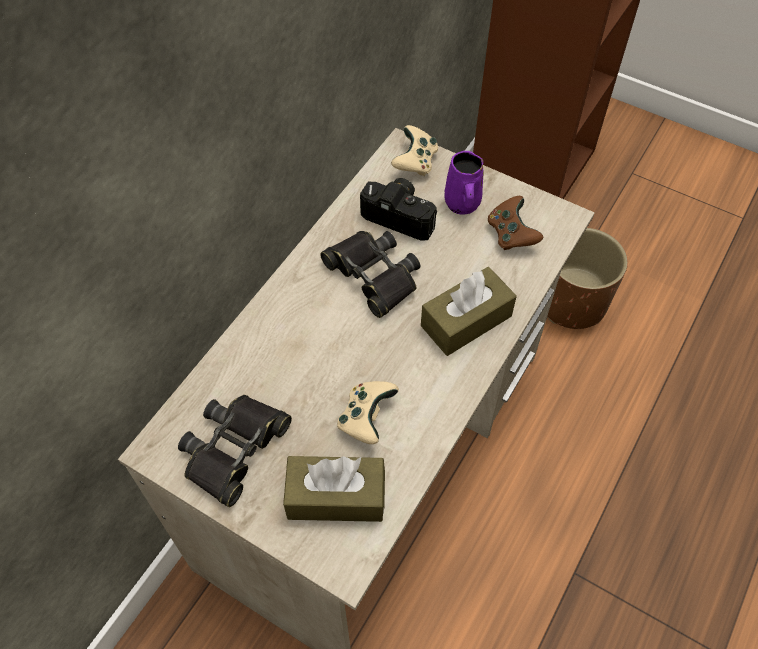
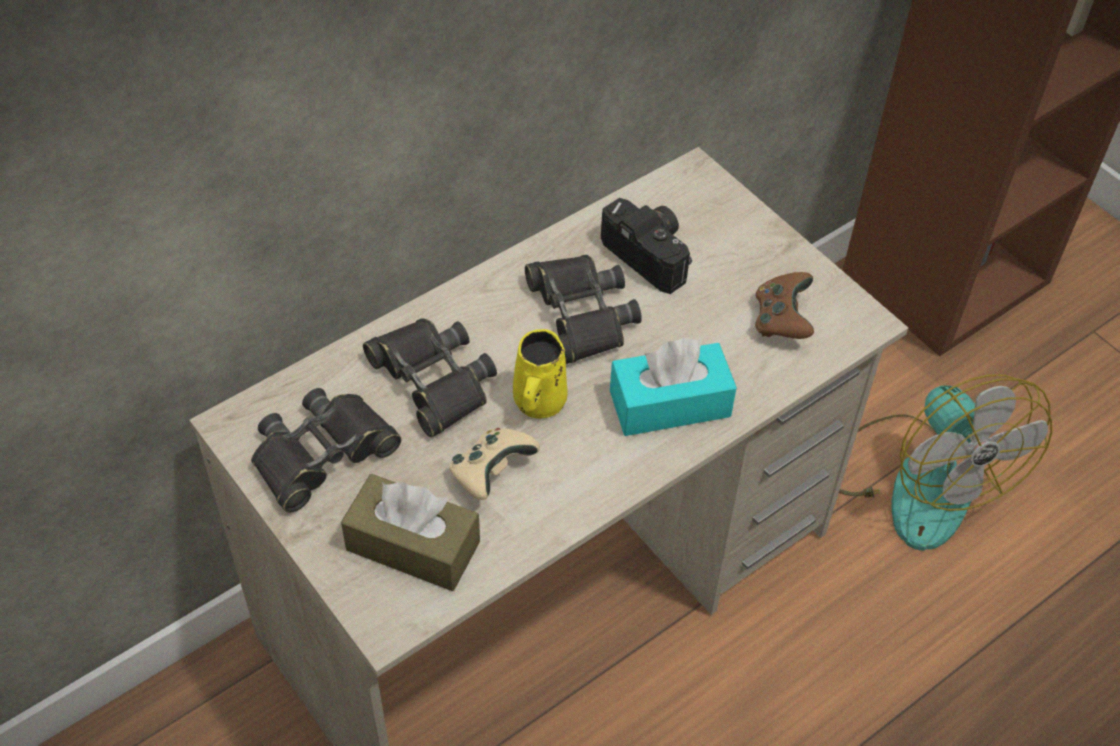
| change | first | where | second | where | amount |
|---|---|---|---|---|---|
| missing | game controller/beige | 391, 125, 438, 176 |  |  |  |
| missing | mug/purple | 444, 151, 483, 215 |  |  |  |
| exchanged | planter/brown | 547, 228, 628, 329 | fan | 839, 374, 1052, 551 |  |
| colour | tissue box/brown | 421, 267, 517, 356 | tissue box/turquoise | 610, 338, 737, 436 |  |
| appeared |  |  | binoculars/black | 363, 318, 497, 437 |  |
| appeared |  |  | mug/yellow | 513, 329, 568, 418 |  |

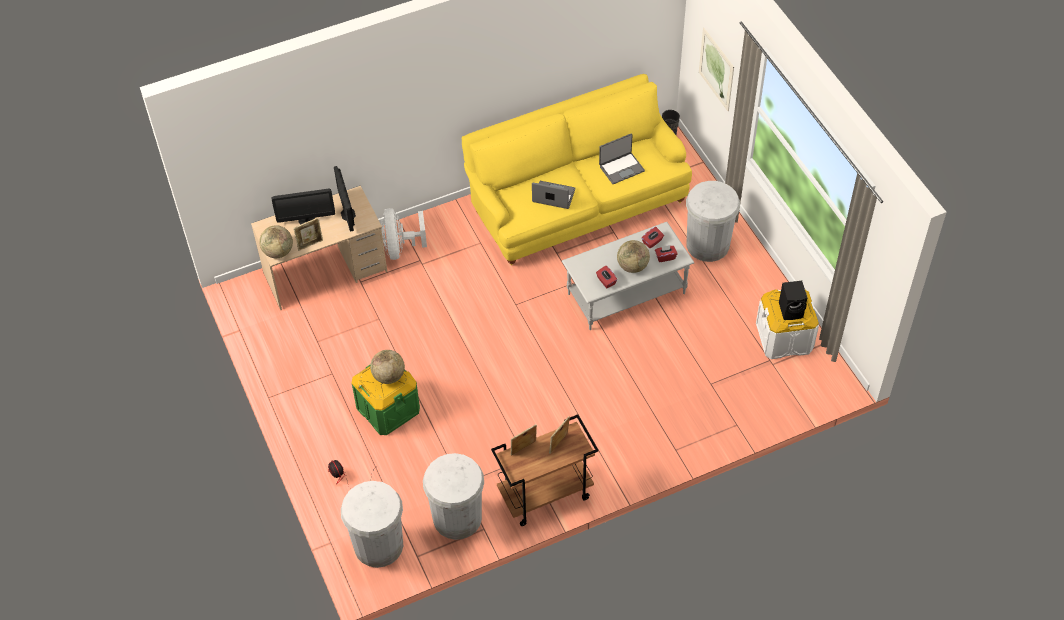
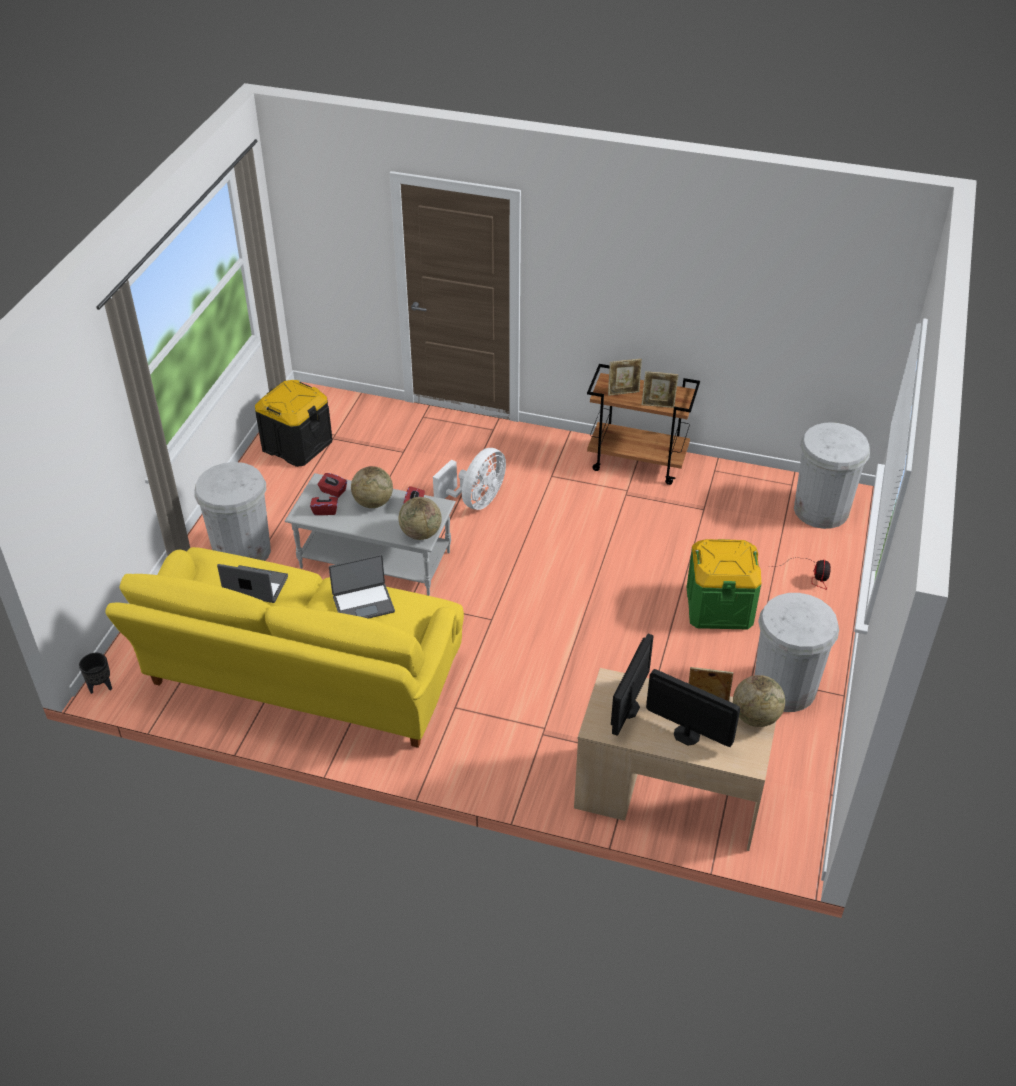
| change | first | where | second | where | amount |
|---|---|---|---|---|---|
| missing | picture | 699, 28, 734, 111 |  |  |  |
| spun | laptop | 532, 181, 575, 209 |  | 329, 554, 395, 619 | 75 degrees counterclockwise |
| relocated | fan/white | 381, 208, 427, 260 |  | 433, 448, 506, 510 |  |
| missing | speaker/black | 779, 281, 807, 320 |  |  |  |
| colour | storage box/white | 756, 289, 819, 359 | storage box/black | 255, 380, 333, 467 |  |
| relocated | globe | 370, 350, 405, 384 |  | 399, 497, 442, 540 |  |
| relocated | trash can/white | 423, 453, 484, 540 |  | 754, 593, 839, 712 |  |

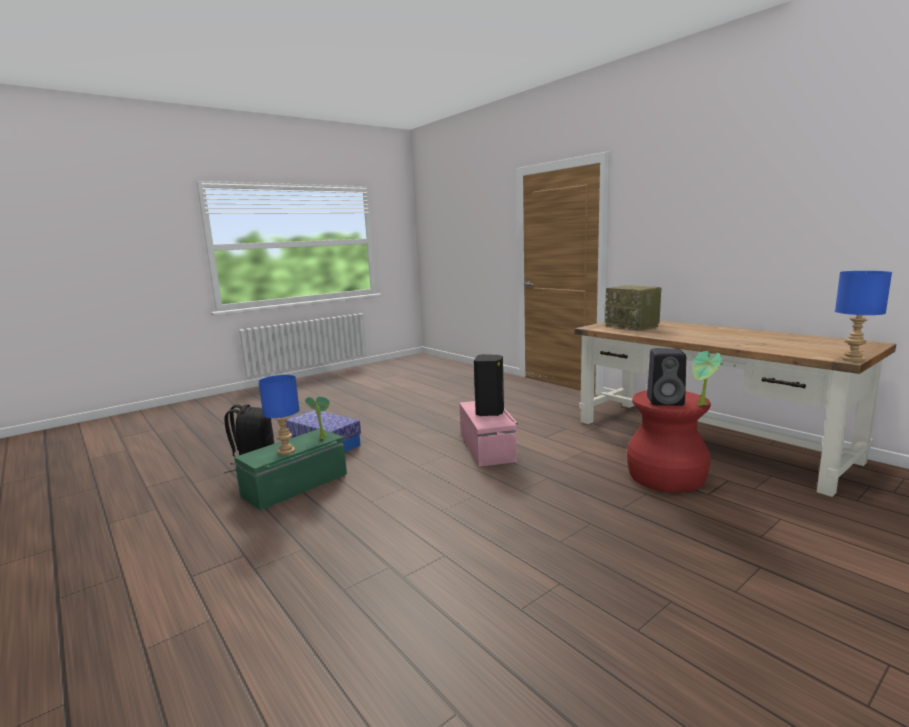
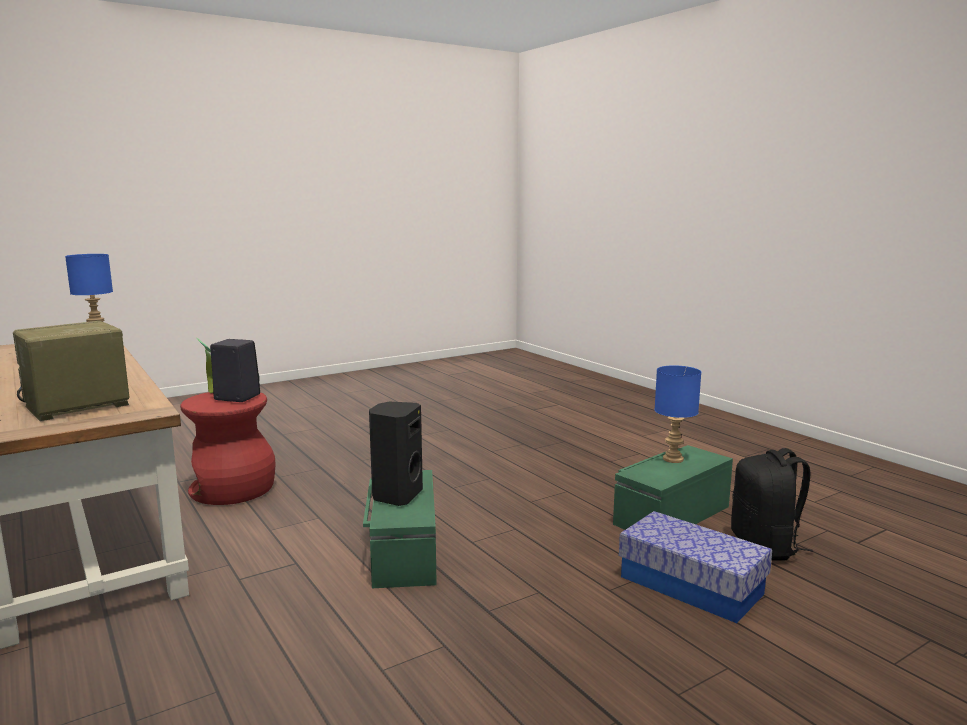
| change | first | where | second | where | amount |
|---|---|---|---|---|---|
| spun | radio | 605, 285, 662, 331 |  | 13, 321, 129, 421 | 105 degrees counterclockwise |
| missing | potted plant | 305, 396, 330, 439 |  |  |  |
| colour | storage box/pink | 459, 401, 518, 467 | storage box/green | 363, 470, 437, 588 |  |

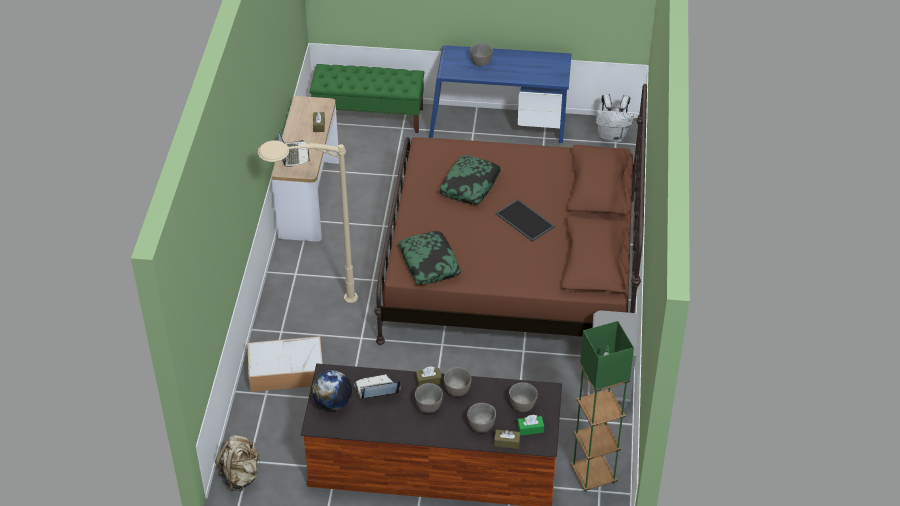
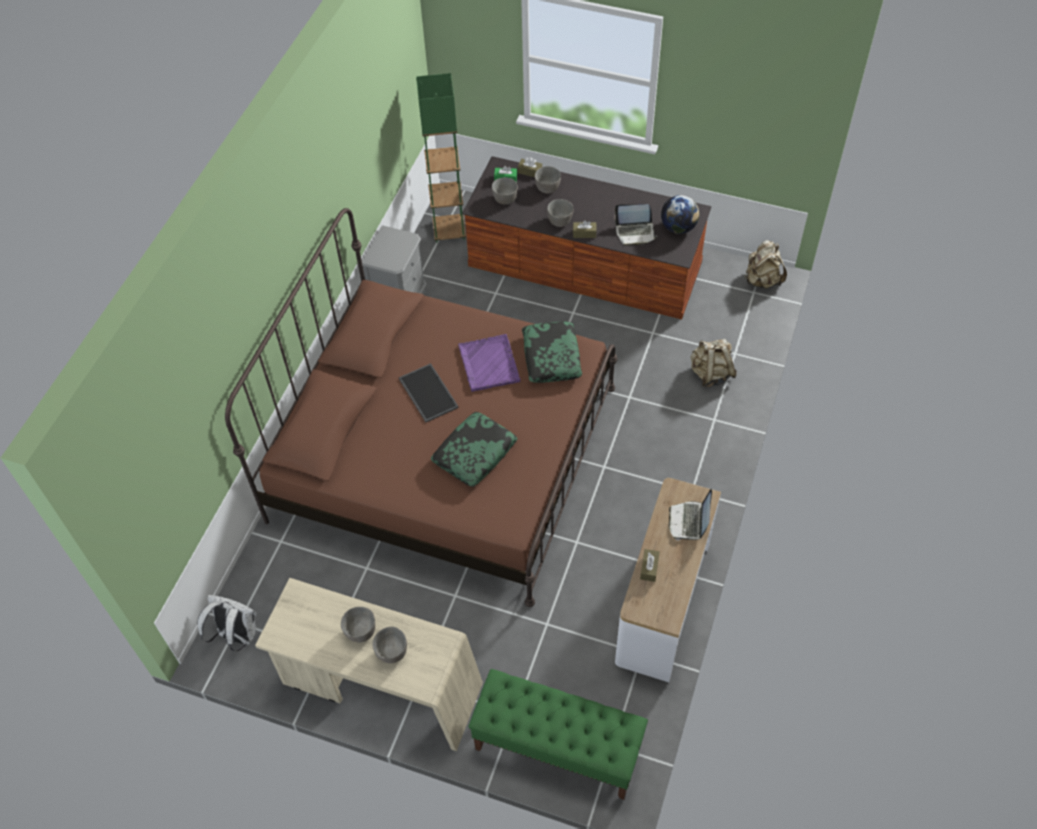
| change | first | where | second | where | amount |
|---|---|---|---|---|---|
| colour | desk/blue | 429, 45, 571, 143 | desk/beige | 255, 578, 483, 751 |  |
| missing | floor lamp/beige | 258, 140, 358, 303 |  |  |  |
| exchanged | storage box | 247, 336, 323, 392 | backpack/beige | 691, 339, 737, 387 |  |
| relocated | bowl/grey | 415, 383, 443, 413 |  | 341, 607, 375, 643 |  |
| appeared |  |  | tray/purple | 458, 334, 520, 392 |  |

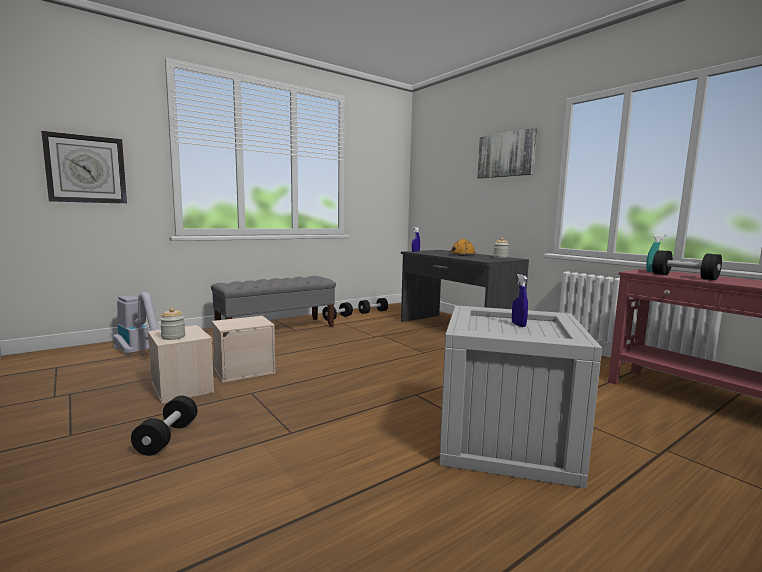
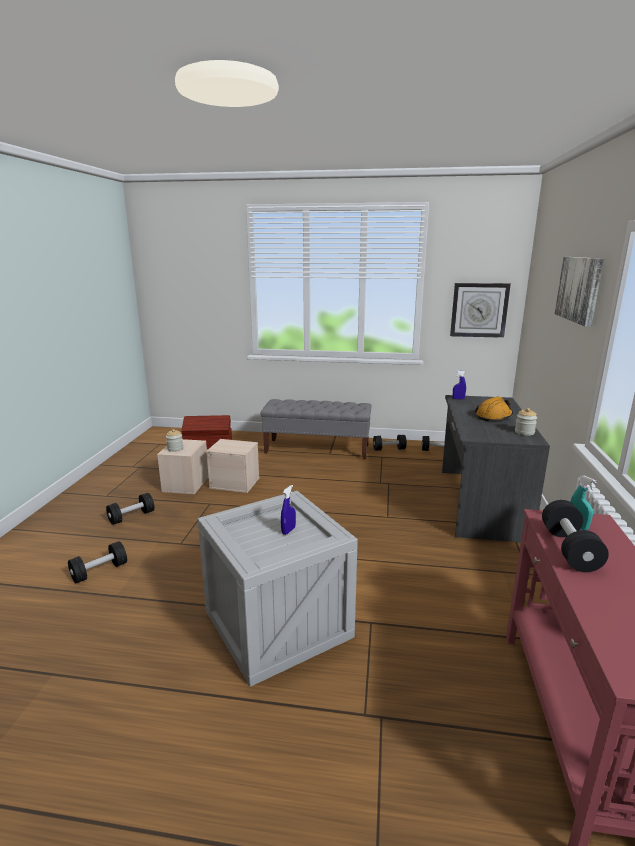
| change | first | where | second | where | amount |
|---|---|---|---|---|---|
| relocated | wall clock | 41, 131, 127, 204 |  | 450, 283, 511, 338 |  |
| exchanged | vacuum cleaner | 113, 292, 160, 355 | storage box/brown | 181, 415, 232, 449 |  |
| appeared |  |  | dumbbell/black | 68, 541, 127, 583 |  |

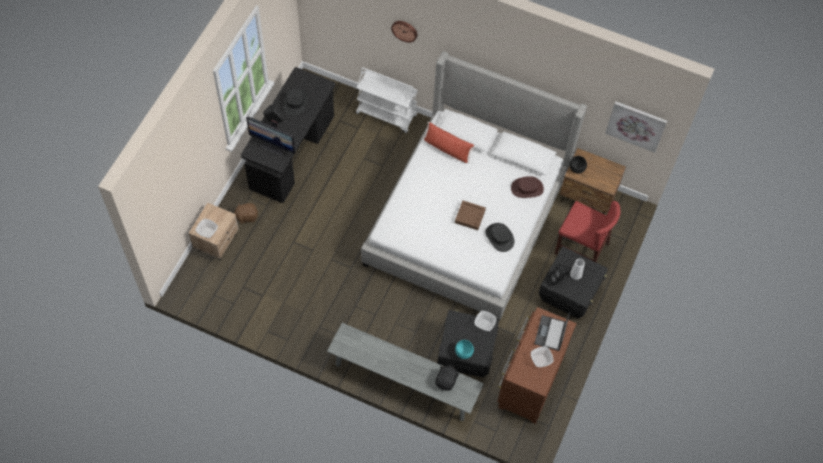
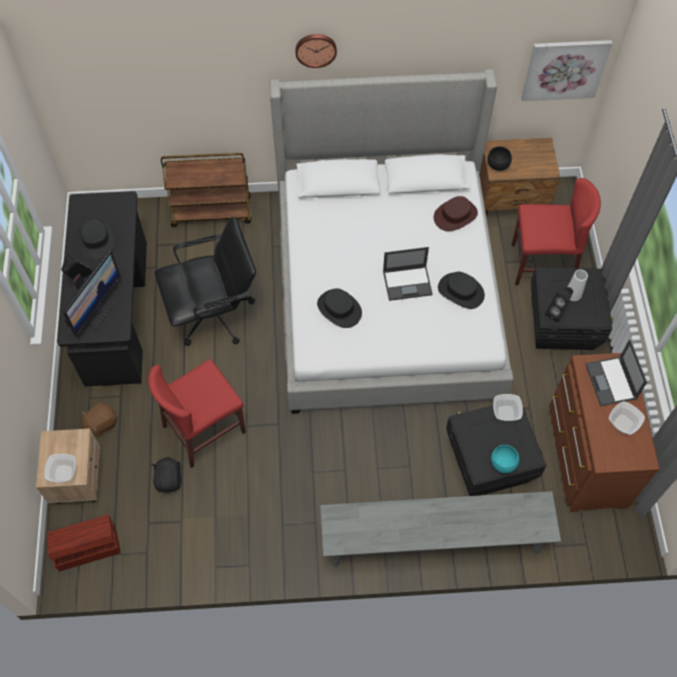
| change | first | where | second | where | amount |
|---|---|---|---|---|---|
| relocated | wall clock | 391, 21, 417, 43 |  | 295, 34, 337, 68 |  |
| colour | cart/white | 355, 68, 418, 133 | cart/brown | 161, 153, 251, 227 |  |
| spun | monitor | 246, 116, 295, 156 |  | 62, 251, 121, 337 | 60 degrees counterclockwise |
| missing | pillow/red | 423, 122, 475, 163 |  |  |  |
| exchanged | tray/brown | 455, 201, 486, 230 | laptop | 383, 247, 433, 301 |  |
| relocated | plush toy/black | 435, 365, 460, 391 |  | 151, 457, 181, 493 |  |
| appeared |  |  | office chair/black | 155, 217, 256, 346 |  |
| appeared |  |  | hat/black | 317, 288, 362, 328 |  |
| appeared |  |  | chair/red | 148, 359, 246, 468 |  |
| appeared |  |  | storage box/brown | 47, 514, 121, 571 |  |

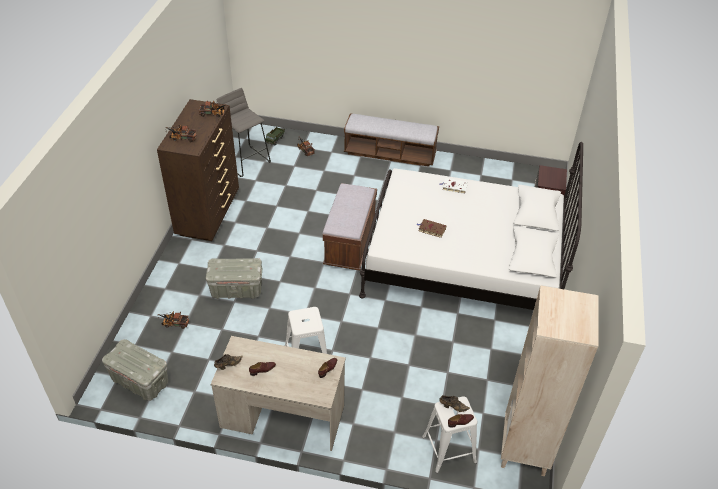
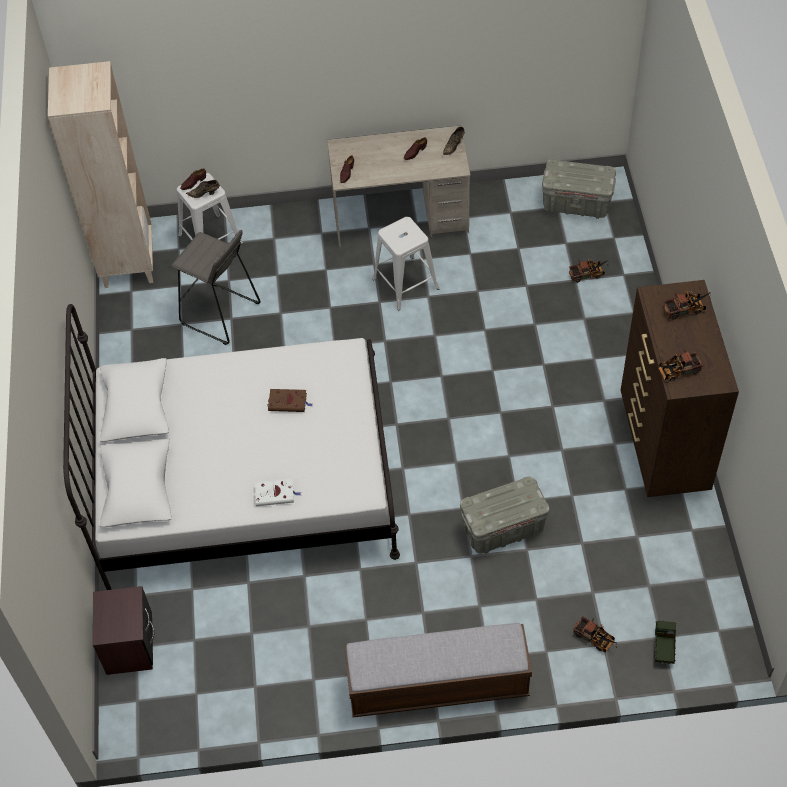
| change | first | where | second | where | amount |
|---|---|---|---|---|---|
| relocated | stool/grey | 217, 88, 271, 177 |  | 172, 230, 261, 345 |  |
| missing | bench/brown | 322, 183, 377, 270 |  |  |  |
| relocated | storage box/grey | 206, 258, 262, 299 |  | 460, 477, 549, 554 |  |

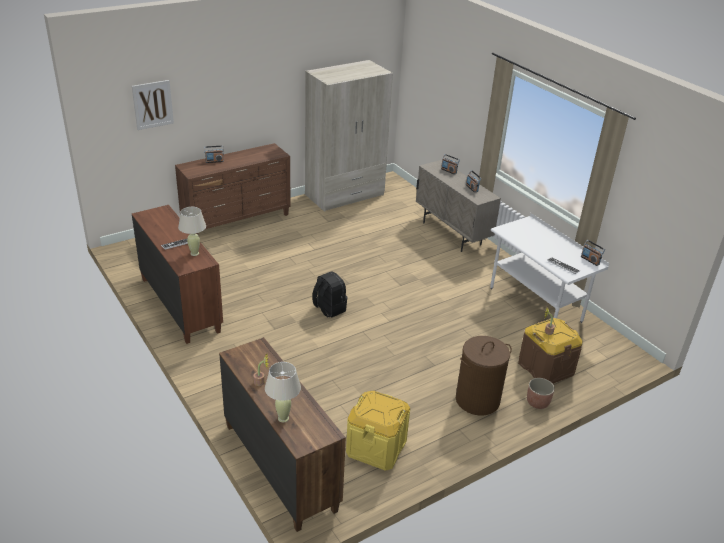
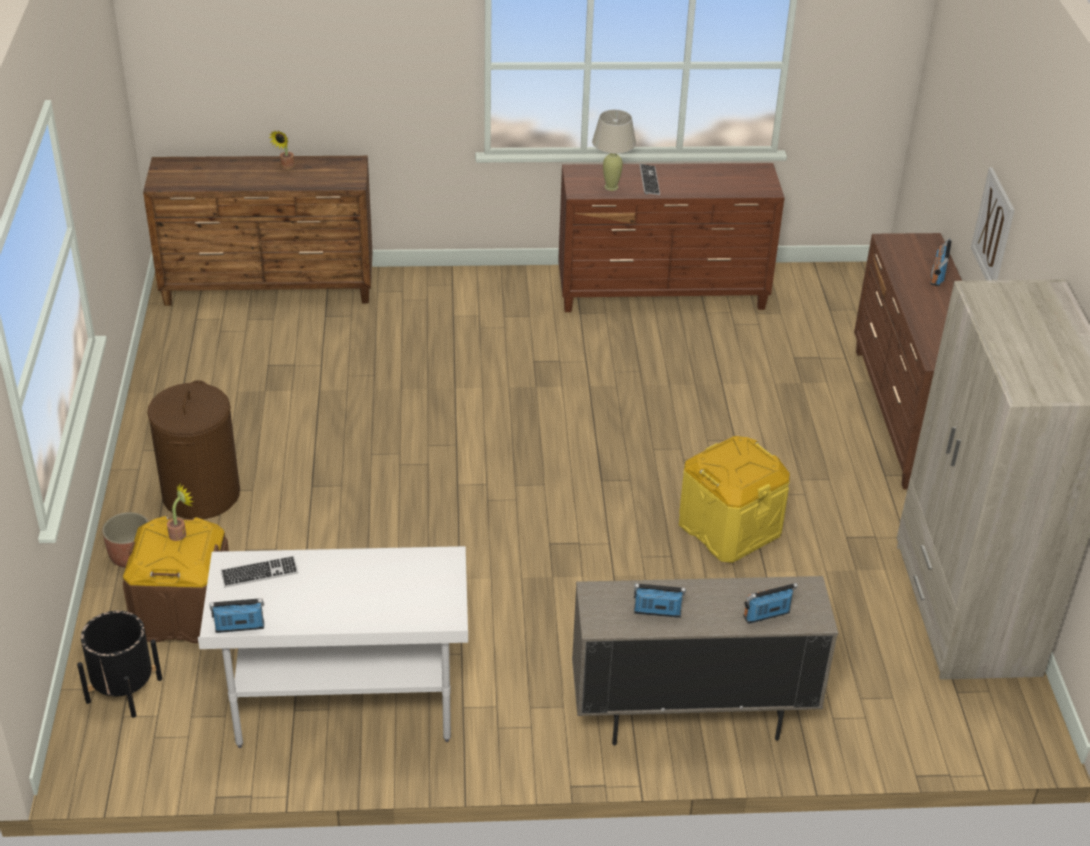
| change | first | where | second | where | amount |
|---|---|---|---|---|---|
| relocated | picture | 132, 80, 174, 130 |  | 971, 167, 1015, 280 |  |
| missing | backpack/black | 312, 271, 348, 318 |  |  |  |
| missing | table lamp/beige | 265, 362, 301, 422 |  |  |  |
| relocated | storage box/yellow | 346, 391, 410, 471 |  | 679, 436, 790, 563 |  |
| appeared |  |  | planter/black | 77, 611, 162, 718 |  |

